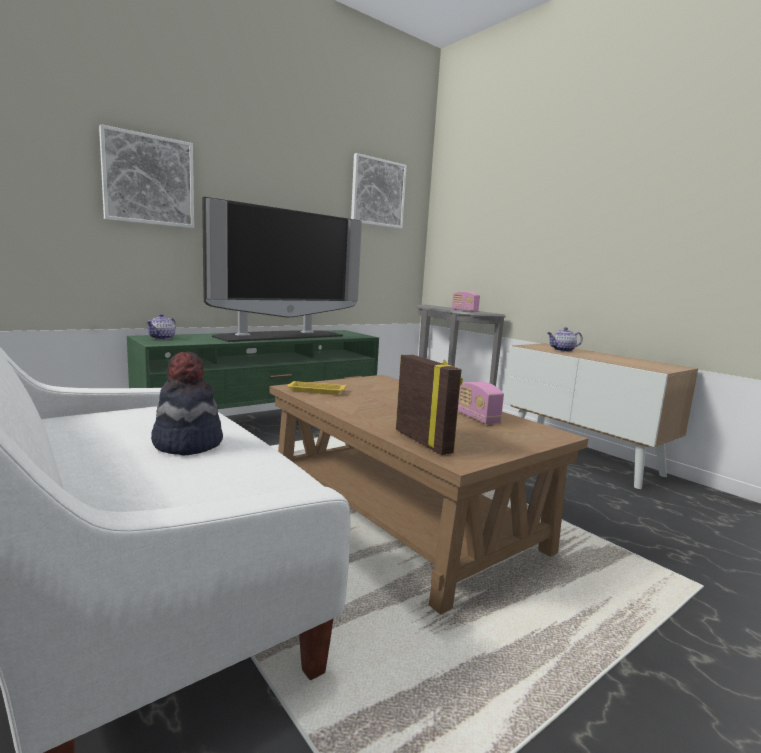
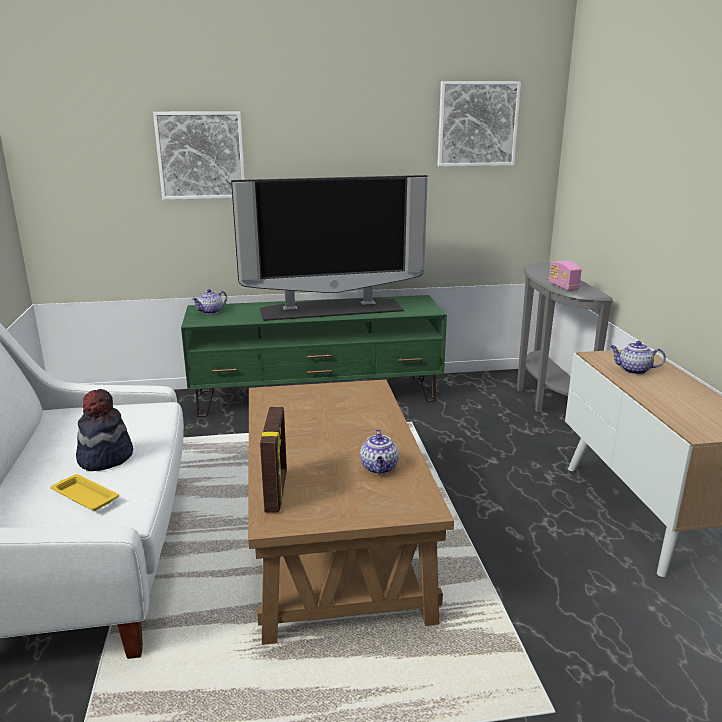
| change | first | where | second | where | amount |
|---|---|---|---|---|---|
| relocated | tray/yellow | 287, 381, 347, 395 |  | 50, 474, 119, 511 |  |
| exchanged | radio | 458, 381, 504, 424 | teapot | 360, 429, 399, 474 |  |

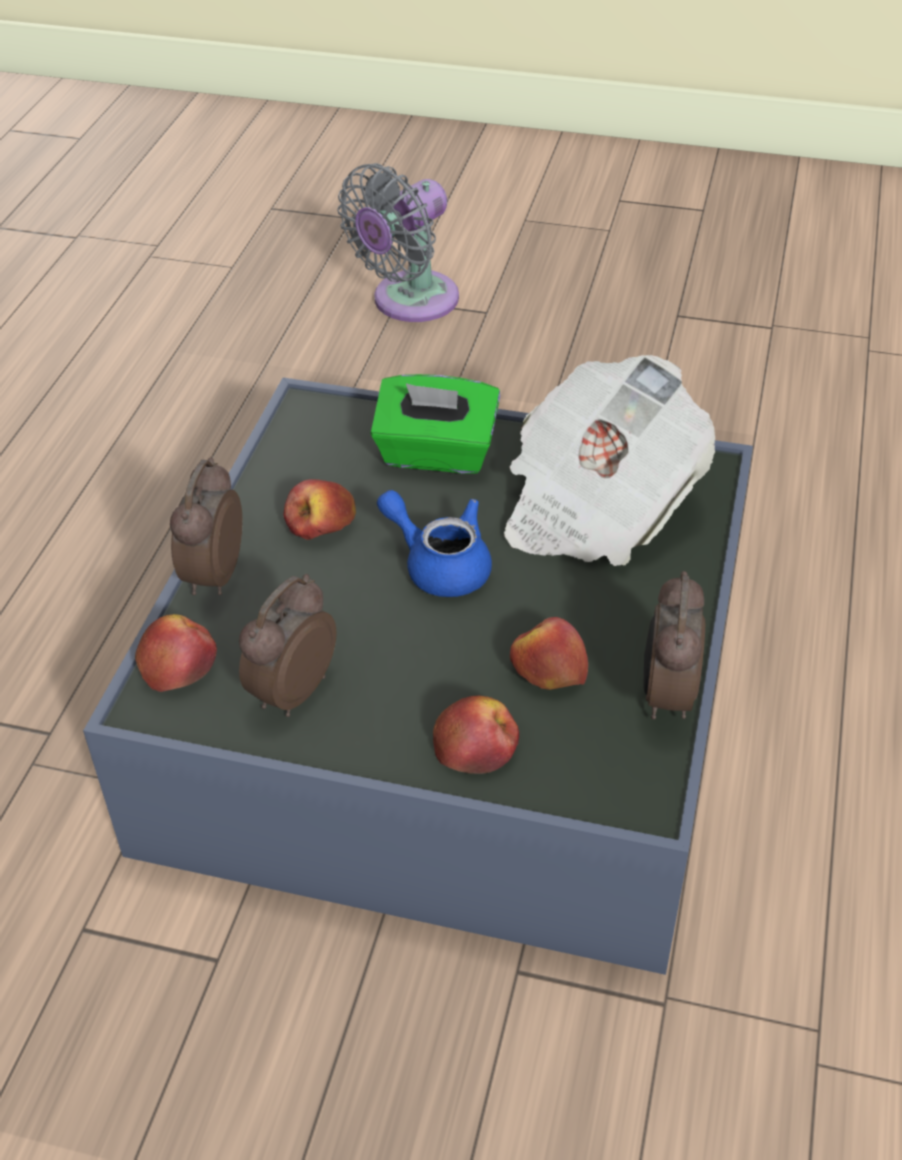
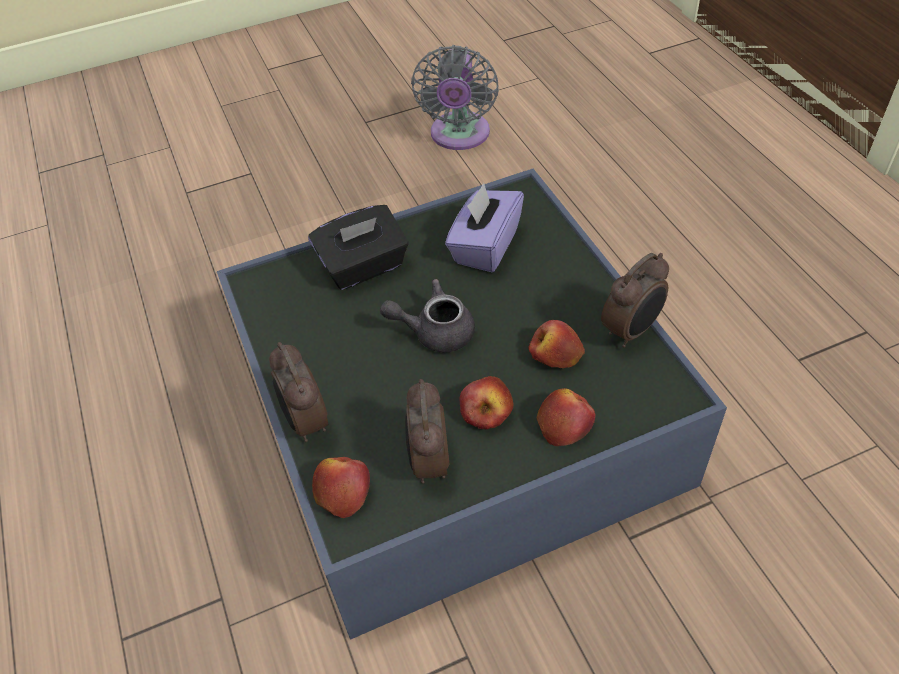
| change | first | where | second | where | amount |
|---|---|---|---|---|---|
| relocated | fan/grey | 338, 163, 459, 322 |  | 411, 45, 499, 150 |  |
| exchanged | newspaper | 504, 355, 715, 566 | tissue box/purple | 445, 183, 524, 272 |  |
| colour | tissue box/green | 370, 374, 501, 474 | tissue box/black | 308, 205, 408, 290 |  |
| relocated | apple | 284, 479, 356, 540 |  | 460, 376, 513, 430 |  |
| colour | teapot/blue | 377, 490, 492, 597 | teapot/grey | 380, 279, 475, 352 |  |
| spun | alarm clock | 644, 571, 705, 719 |  | 601, 253, 669, 347 | 105 degrees counterclockwise |

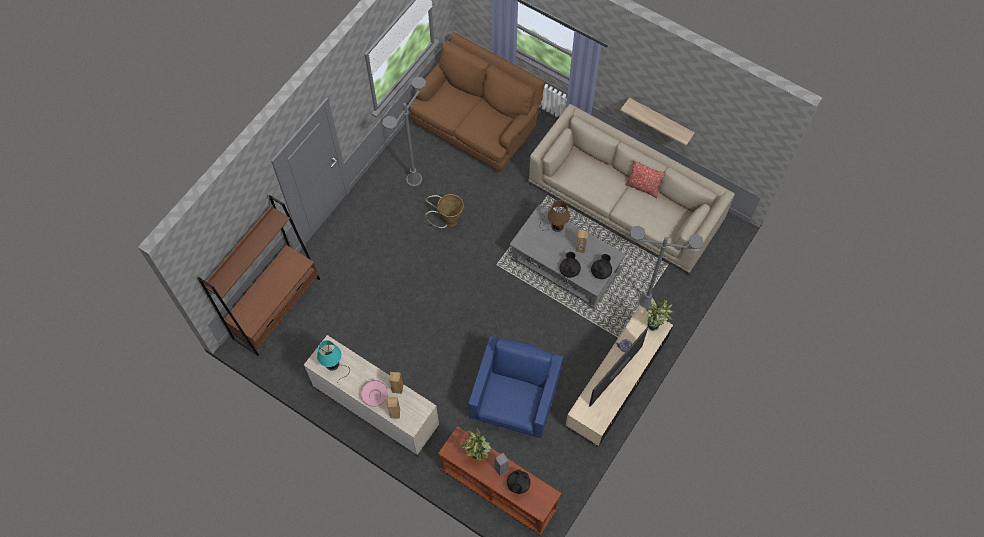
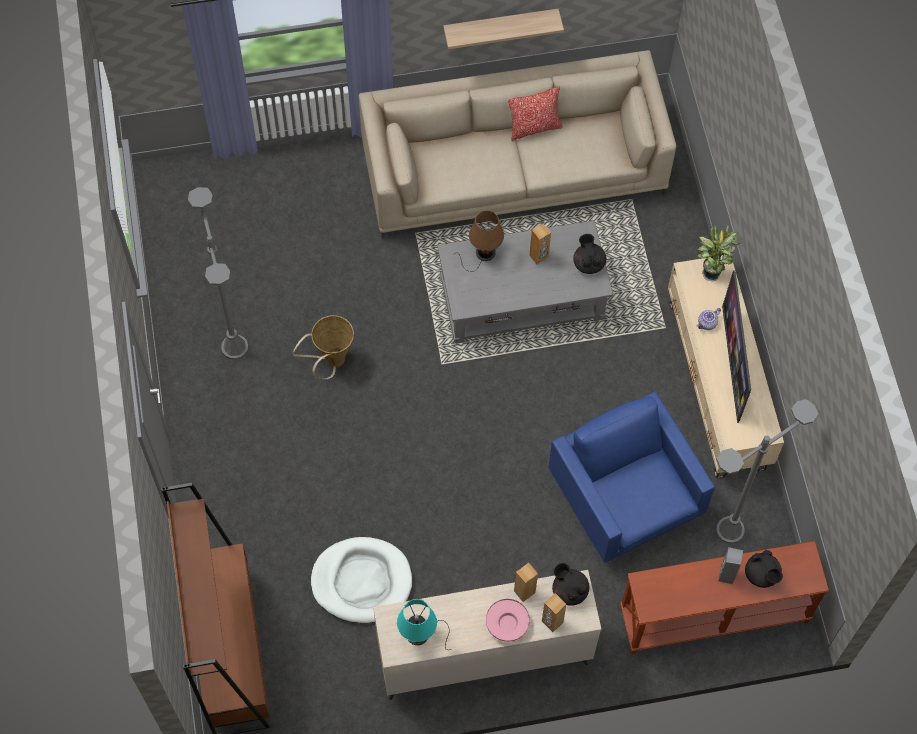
| change | first | where | second | where | amount |
|---|---|---|---|---|---|
| missing | sofa/brown | 409, 32, 545, 173 |  |  |  |
| relocated | floor lamp/grey | 630, 226, 704, 309 |  | 716, 399, 818, 544 |  |
| relocated | teapot/black | 559, 252, 581, 278 |  | 552, 563, 589, 606 |  |
| missing | potted plant | 461, 429, 491, 460 |  |  |  |
| appeared |  |  | dog bed/white | 311, 537, 412, 623 |  |

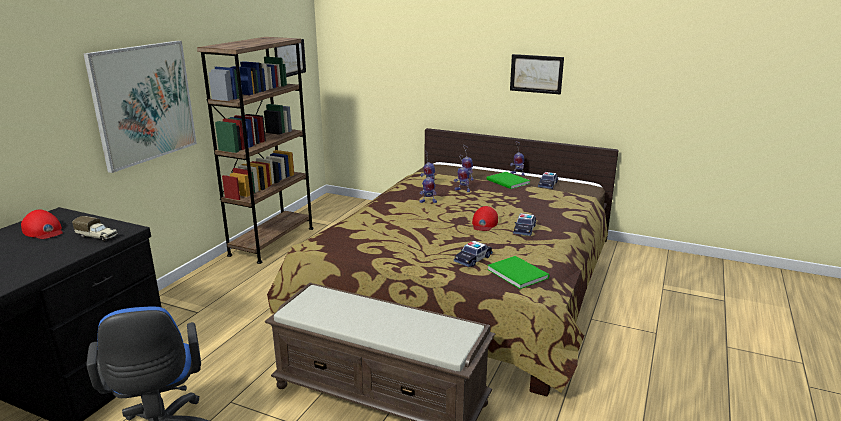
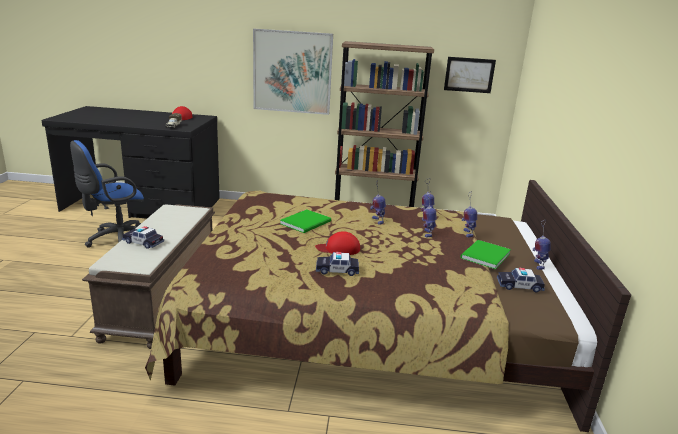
| change | first | where | second | where | amount |
|---|---|---|---|---|---|
| missing | picture | 510, 54, 564, 95 |  |  |  |
| relocated | toy car | 454, 241, 493, 267 |  | 122, 226, 164, 249 |  |
| relocated | book/green | 487, 256, 550, 289 |  | 280, 210, 331, 233 |  |

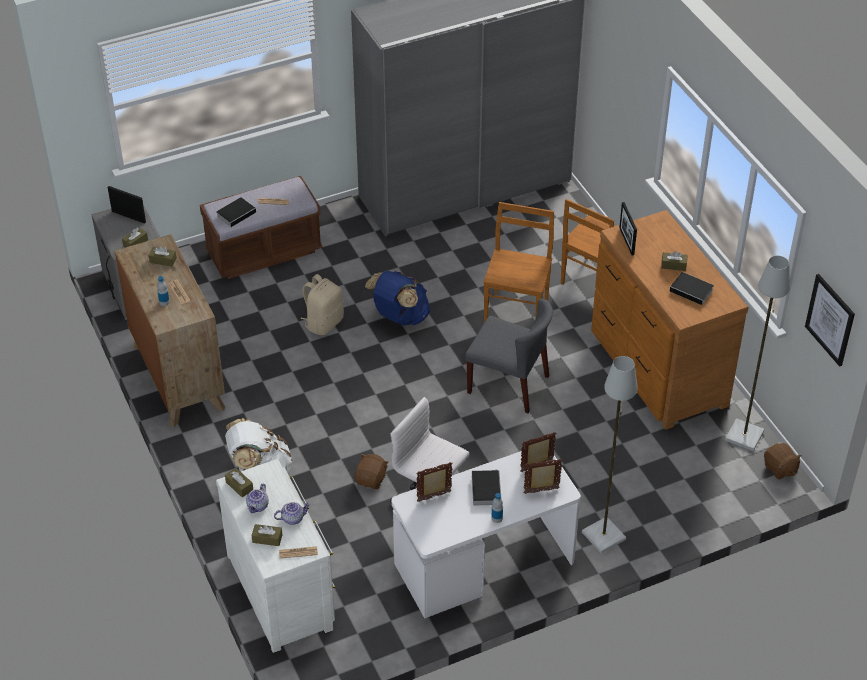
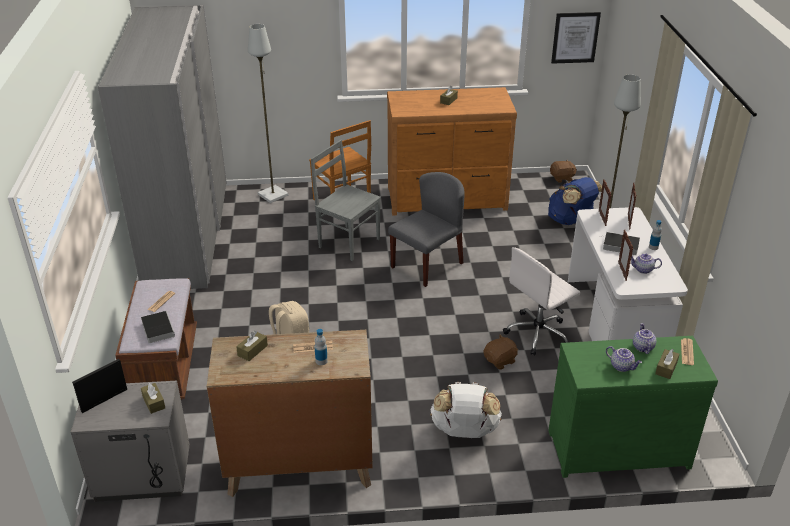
| change | first | where | second | where | amount |
|---|---|---|---|---|---|
| colour | chair/brown | 483, 202, 554, 323 | chair/grey | 311, 140, 381, 261 |  |
| missing | picture frame | 619, 202, 637, 255 |  |  |  |
| relocated | floor lamp/grey | 725, 256, 790, 451 |  | 248, 24, 288, 203 |  |
| relocated | backpack/blue | 365, 271, 430, 326 |  | 548, 177, 602, 225 |  |
| missing | book | 670, 272, 714, 307 |  |  |  |
| spun | plush toy/brown | 354, 454, 389, 489 |  | 484, 335, 518, 370 | 105 degrees clockwise |
| colour | dresser/white | 216, 459, 335, 653 | dresser/green | 548, 336, 718, 478 |  |
| missing | tissue box/brown | 225, 468, 253, 498 |  |  |  |
| appeared |  |  | teapot | 631, 253, 662, 274 |  |

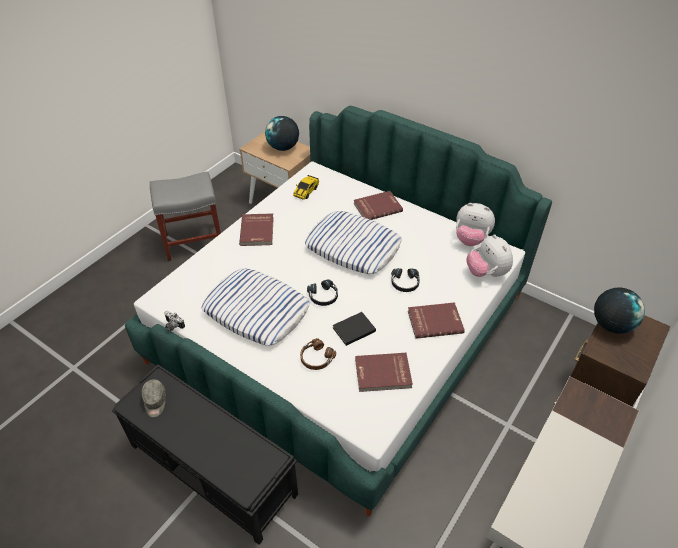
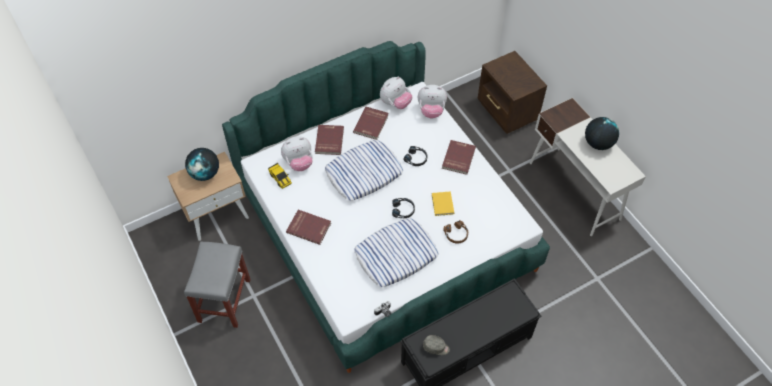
| change | first | where | second | where | amount |
|---|---|---|---|---|---|
| relocated | globe | 594, 287, 645, 334 |  | 585, 117, 619, 150 |  |
| colour | book/black | 333, 312, 376, 346 | book/yellow | 432, 191, 454, 216 |  |
| relocated | book/red | 355, 353, 413, 392 |  | 353, 107, 389, 140 |  |
| appeared |  |  | plush toy | 281, 136, 313, 171 |  |

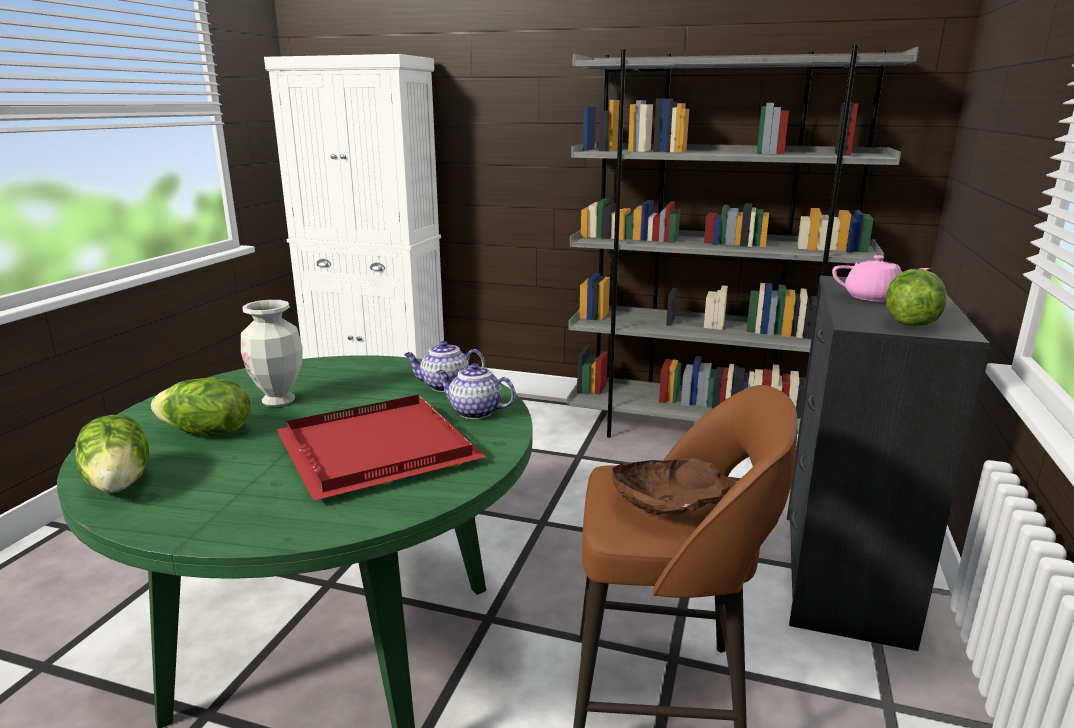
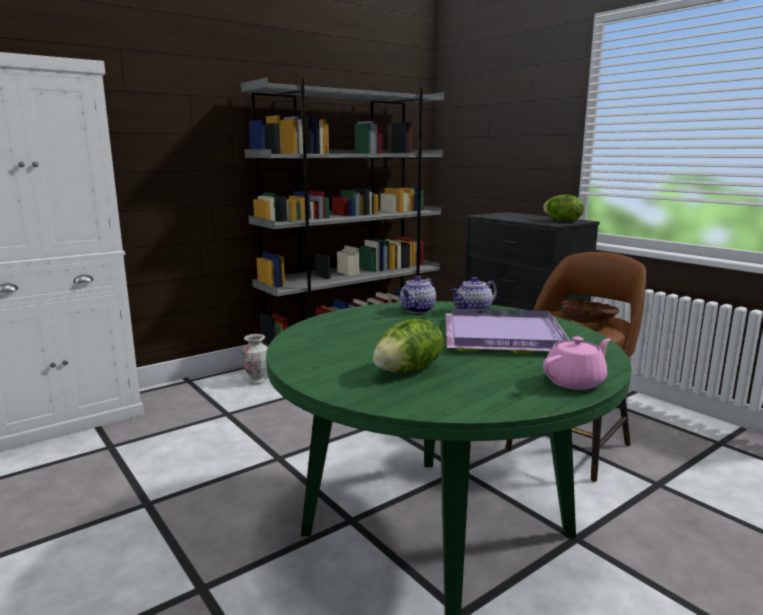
| change | first | where | second | where | amount |
|---|---|---|---|---|---|
| relocated | teapot/pink | 832, 255, 930, 302 |  | 543, 336, 611, 390 |  |
| relocated | vase | 241, 300, 303, 407 |  | 242, 334, 268, 384 |  |
| colour | tray/red | 276, 395, 486, 501 | tray/purple | 445, 308, 570, 354 |  |
| missing | lettuce | 75, 415, 149, 493 |  |  |  |

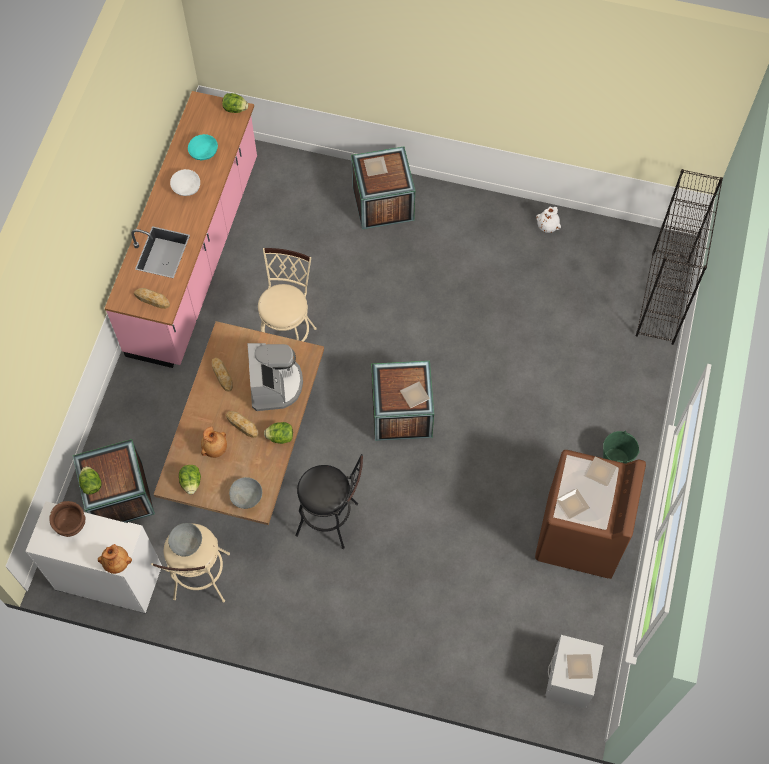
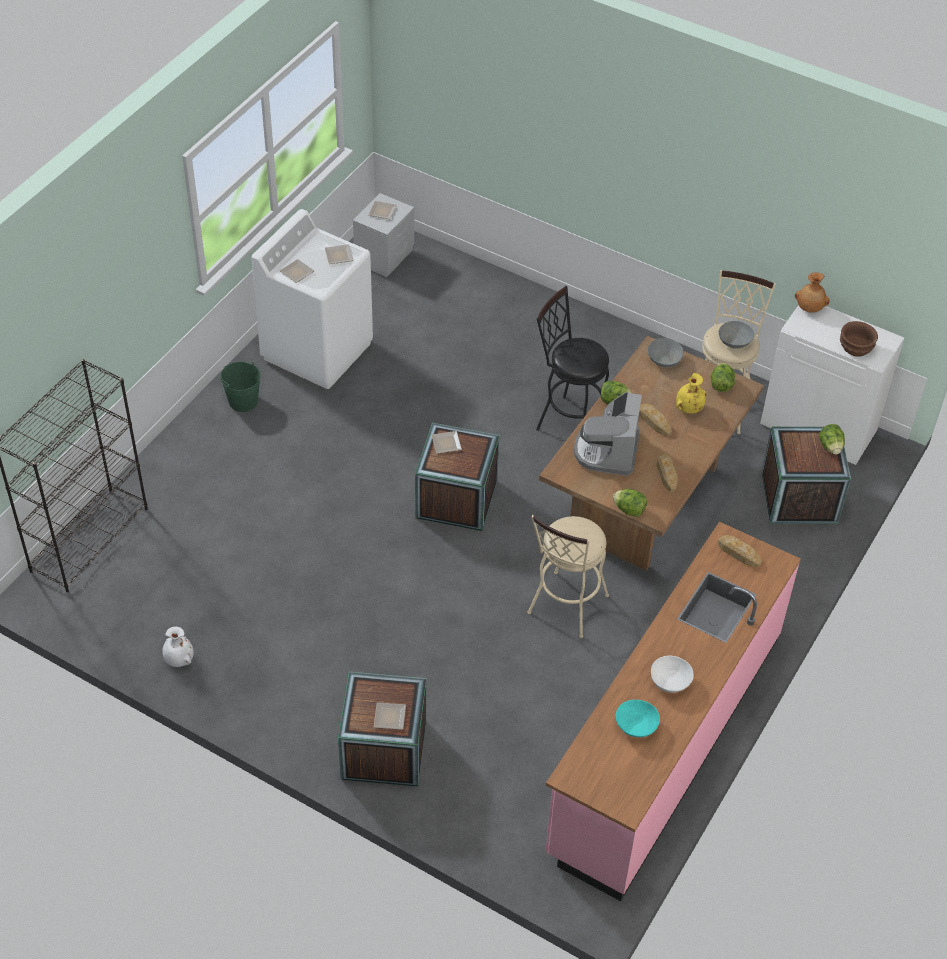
| change | first | where | second | where | amount |
|---|---|---|---|---|---|
| relocated | lettuce | 222, 93, 248, 113 |  | 613, 489, 647, 517 |  |
| colour | vase/brown | 201, 427, 227, 458 | vase/yellow | 676, 373, 707, 414 |  |
| colour | washing machine/brown | 535, 450, 646, 579 | washing machine/white | 252, 209, 373, 389 |  |

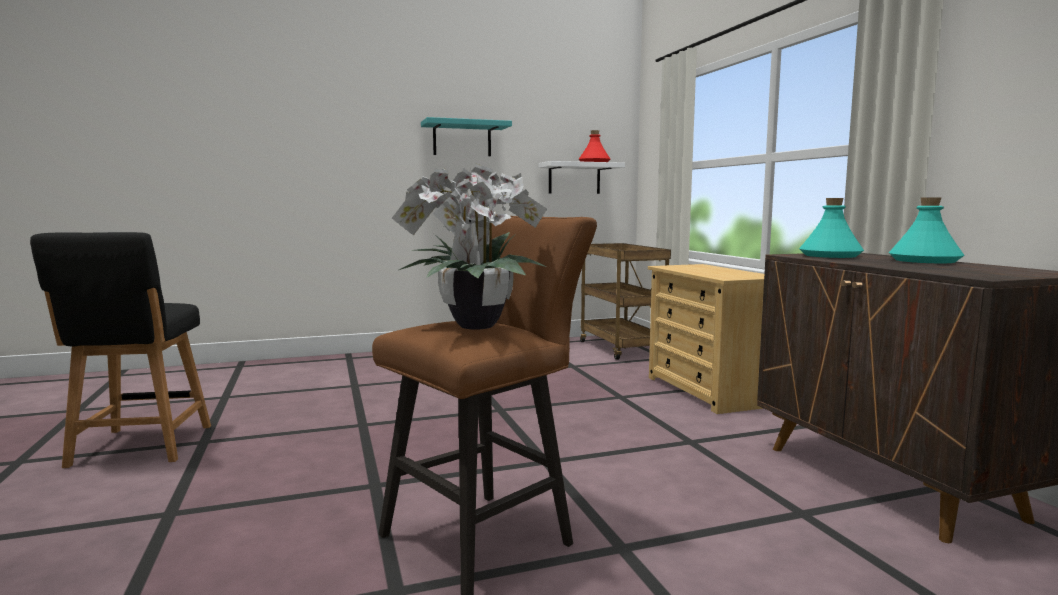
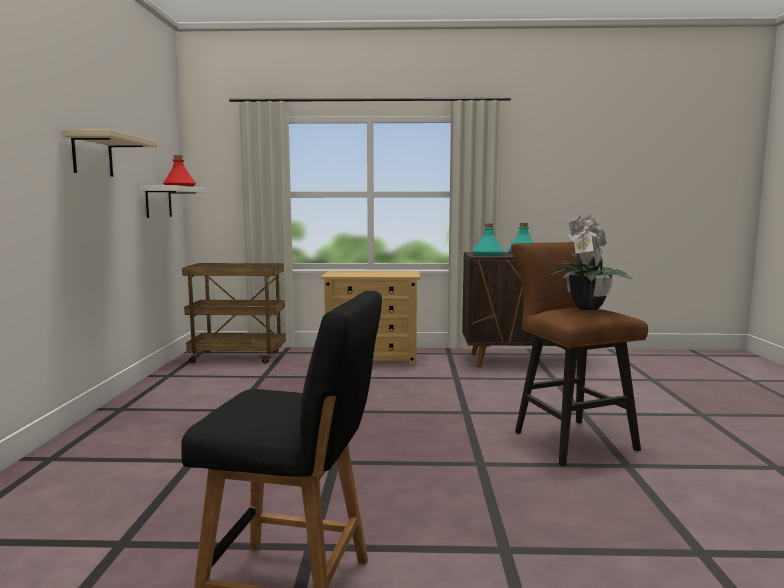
| change | first | where | second | where | amount |
|---|---|---|---|---|---|
| colour | shelf/turquoise | 421, 117, 512, 156 | shelf/beige | 62, 129, 157, 177 |  |

